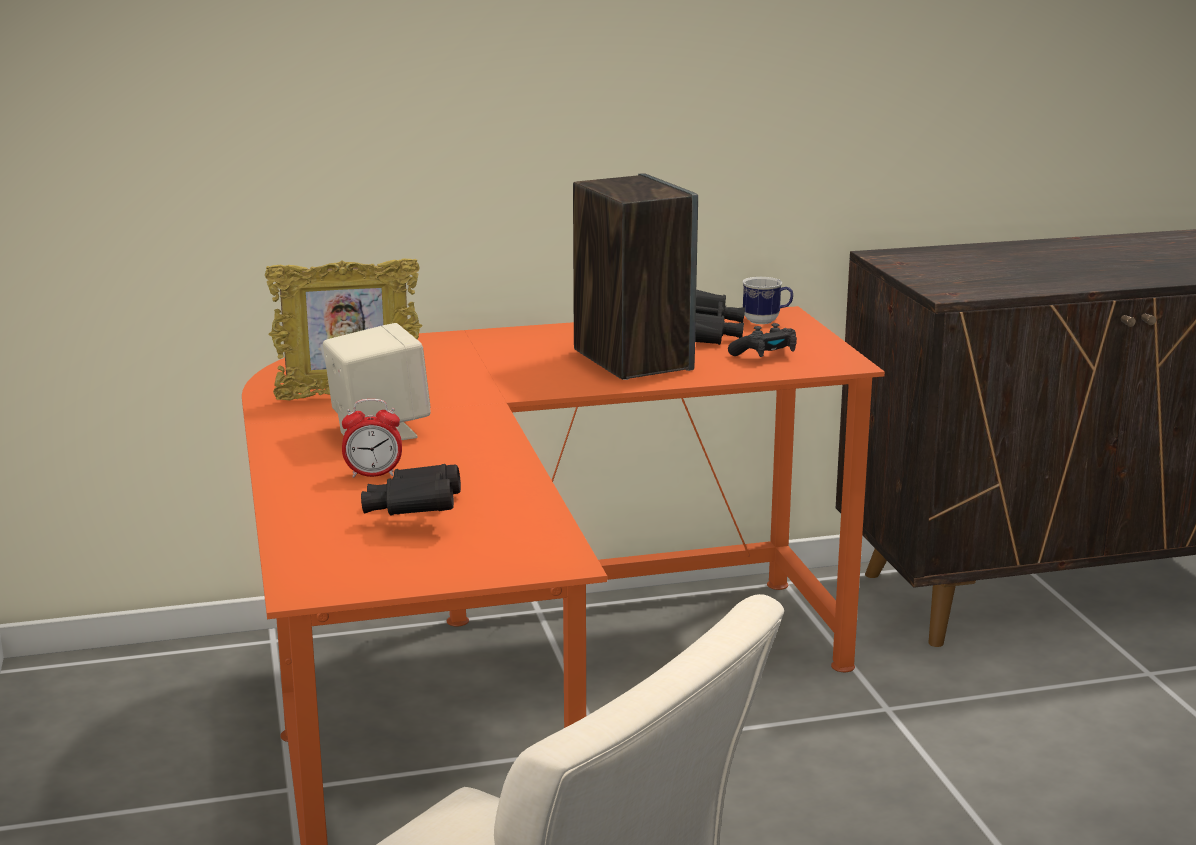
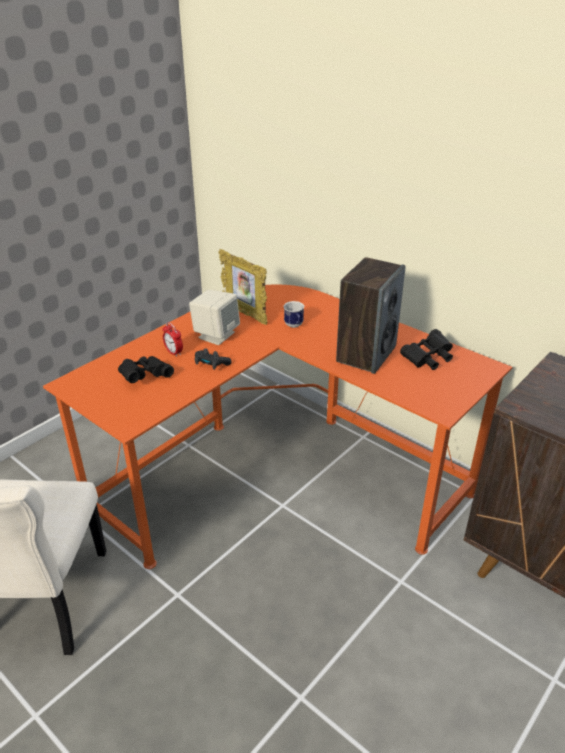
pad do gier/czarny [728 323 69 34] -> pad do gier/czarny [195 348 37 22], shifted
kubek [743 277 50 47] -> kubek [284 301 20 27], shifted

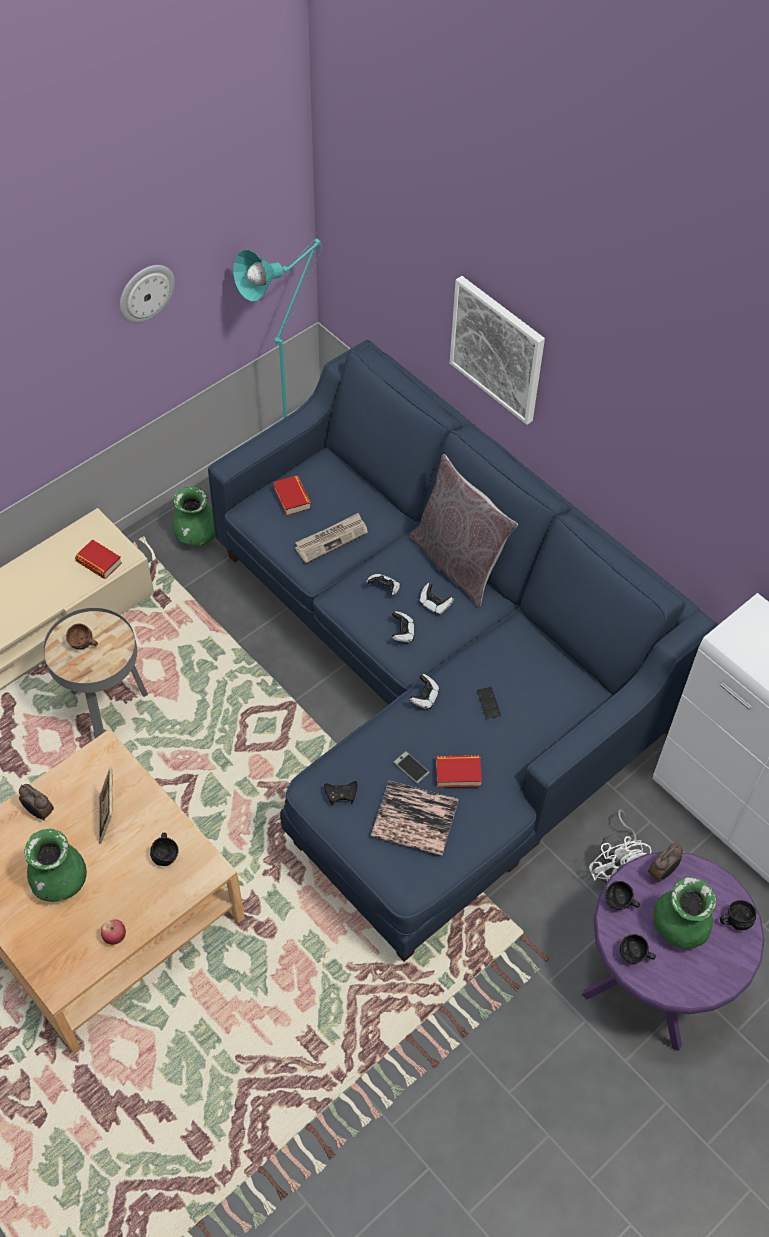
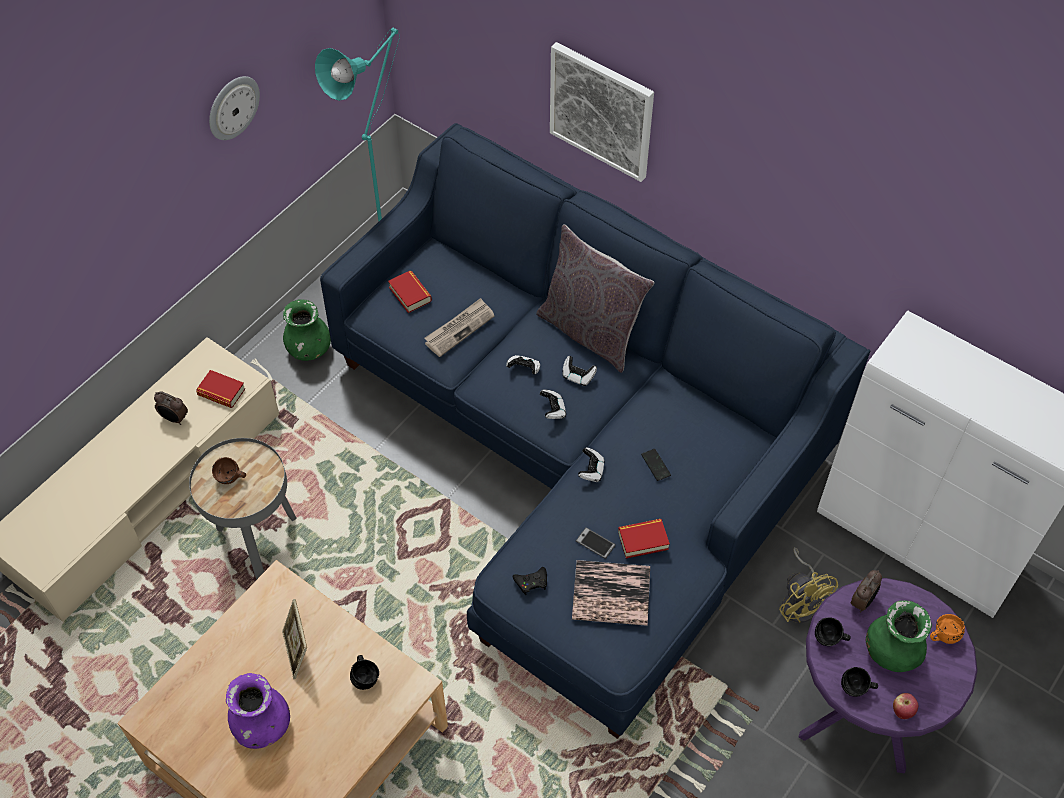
budzik [19 784 35 37] -> budzik [154 391 34 34], shifted
jabłko [101 919 25 26] -> jabłko [893 693 25 26], shifted
wazon/zielony [24 829 63 73] -> wazon/fioletowy [226 673 64 76]
wentylator/biały [589 809 63 74] -> wentylator/żółty [779 547 59 76]
kubek/czarny [720 900 36 30] -> kubek/pomarańczowy [930 614 35 30]

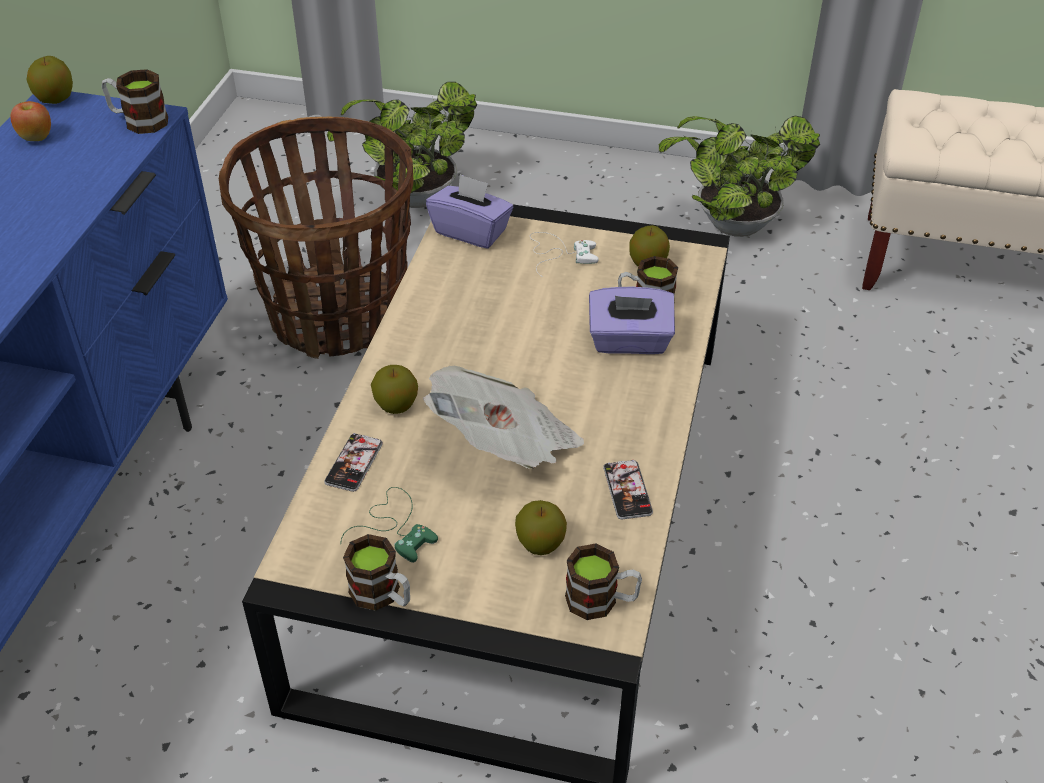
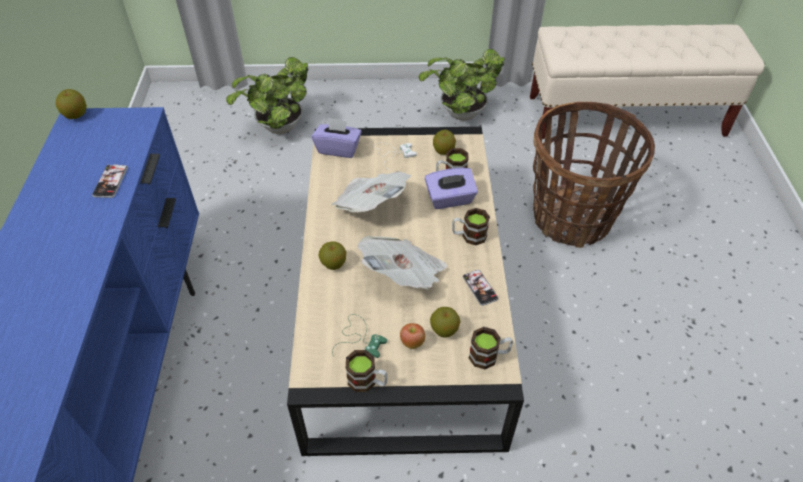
none -> gazeta [331 171 80 41]
jabłko [11 101 40 40] -> jabłko [400 323 25 26], shifted
kubek [102 69 66 65] -> kubek [452 208 38 37], shifted
koszyk [219 117 195 242] -> koszyk [533 102 122 146], shifted
telefon [324 433 59 59] -> telefon [92 164 36 34], shifted

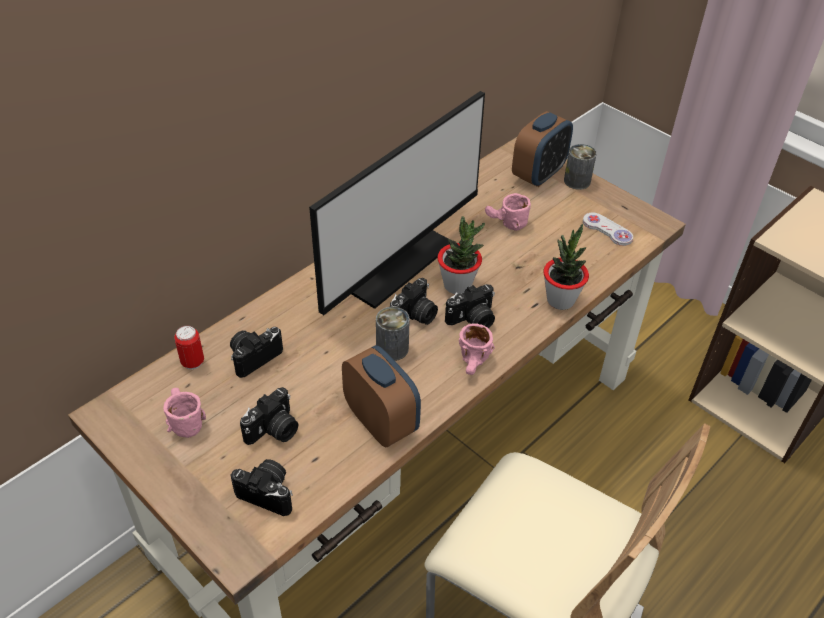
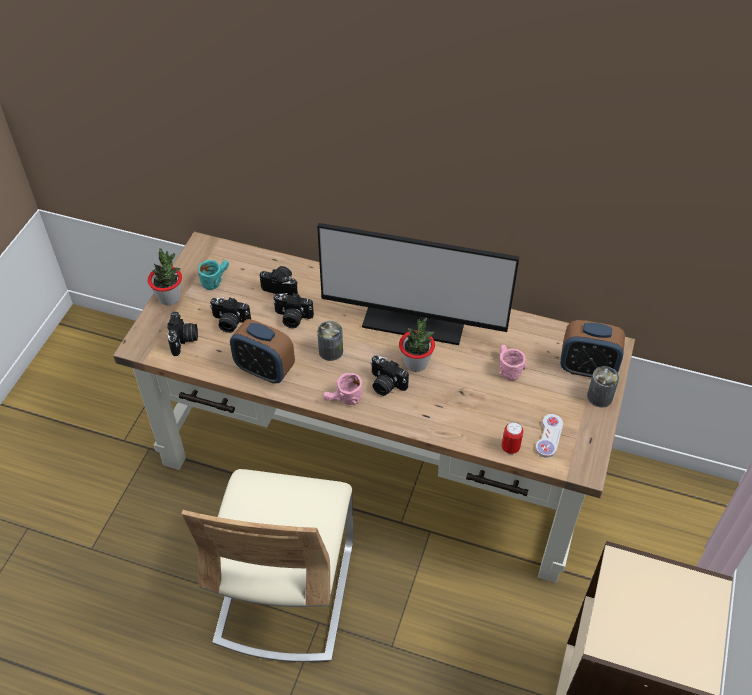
puszka [174 325 30 45] -> puszka [502 422 21 32], shifted
aparat fotograficzny [390 278 48 47] -> aparat fotograficzny [273 293 41 35], shifted
roślina doniczkowa [543 224 46 86] -> roślina doniczkowa [148 248 34 58], shifted
kubek/różowy [163 388 43 50] -> kubek/turkusowy [198 260 31 30]
budzik [342 345 79 102] -> budzik [230 319 65 64], 90 degrees clockwise

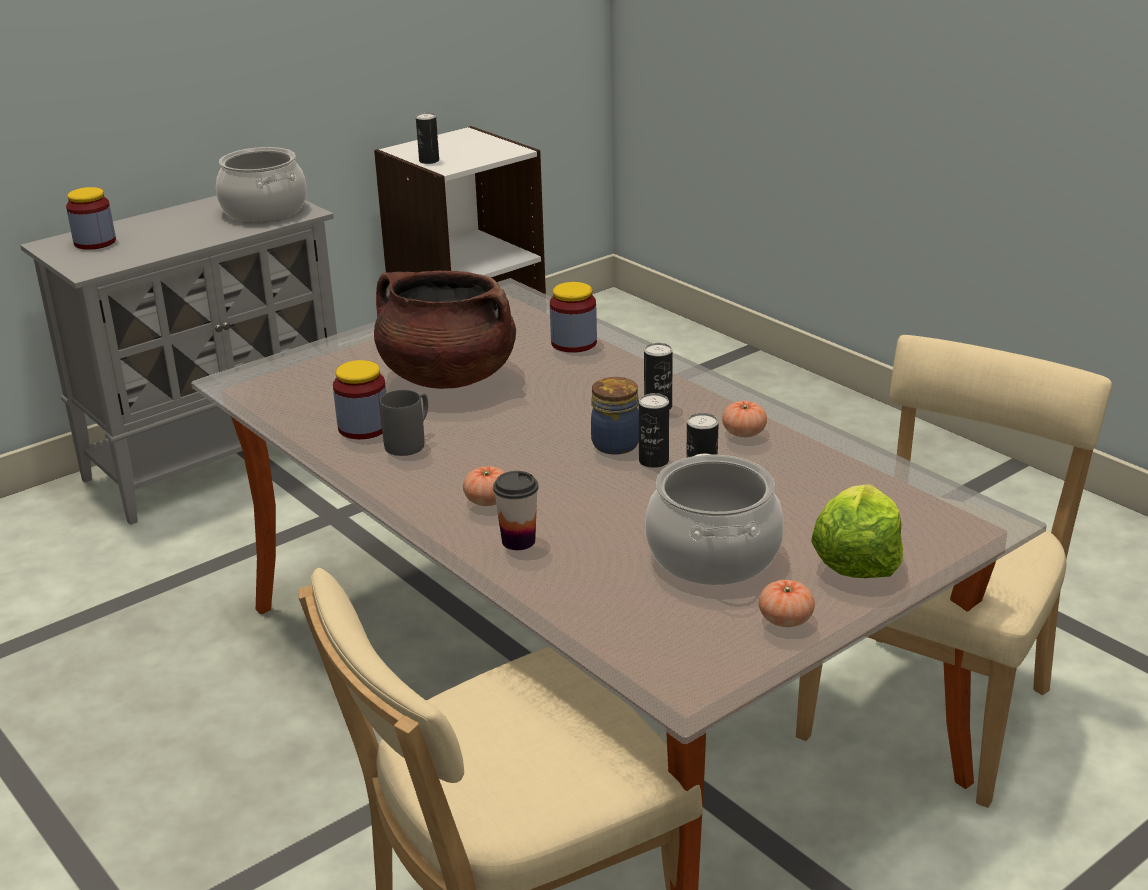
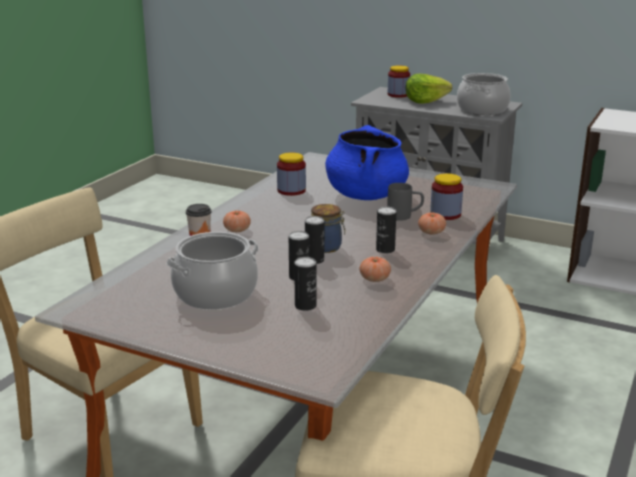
kubek/szary [380 390 48 66] -> kubek/szary [387 183 37 38], shifted
puszka [416 113 23 51] -> puszka [294 257 22 54], shifted
pomidor [759 580 56 47] -> pomidor [418 213 28 22], shifted
sałata [811 484 92 94] -> sałata [406 74 46 30], shifted
garnek/brązowy [374 271 142 118] -> garnek/niebieski [325 125 84 75]

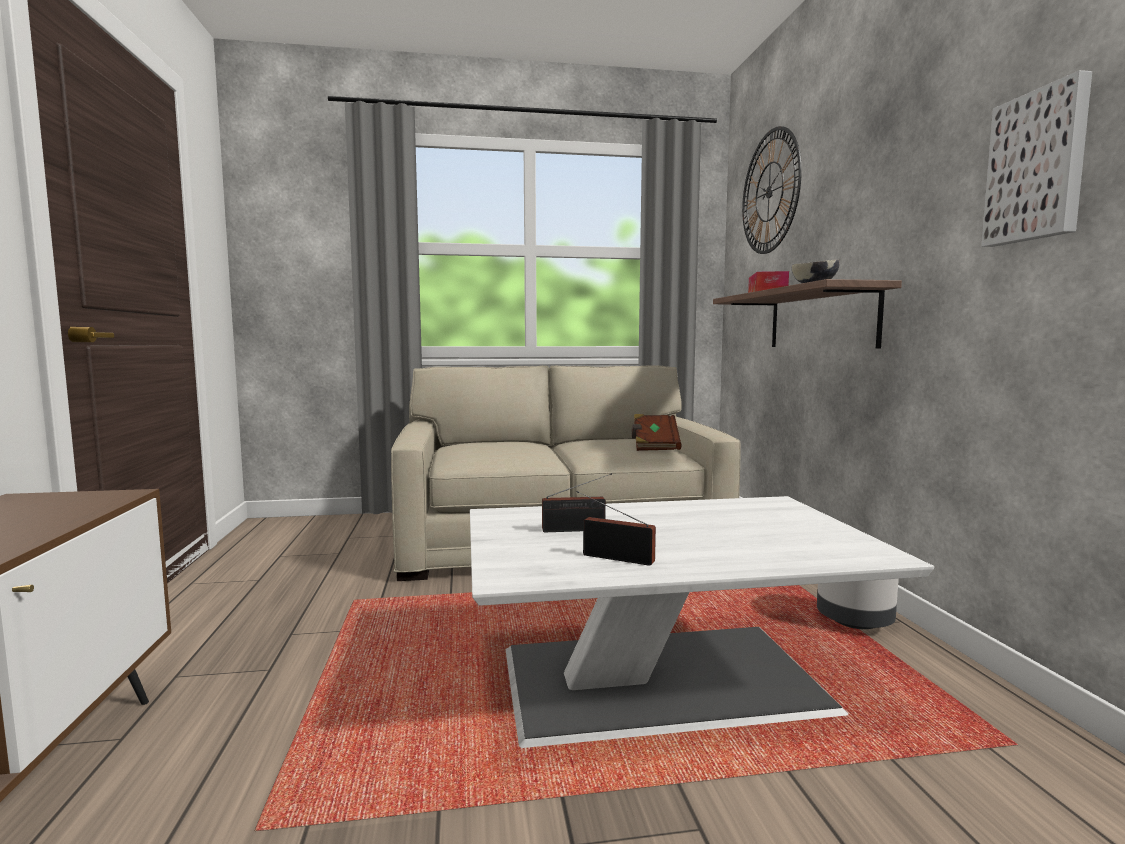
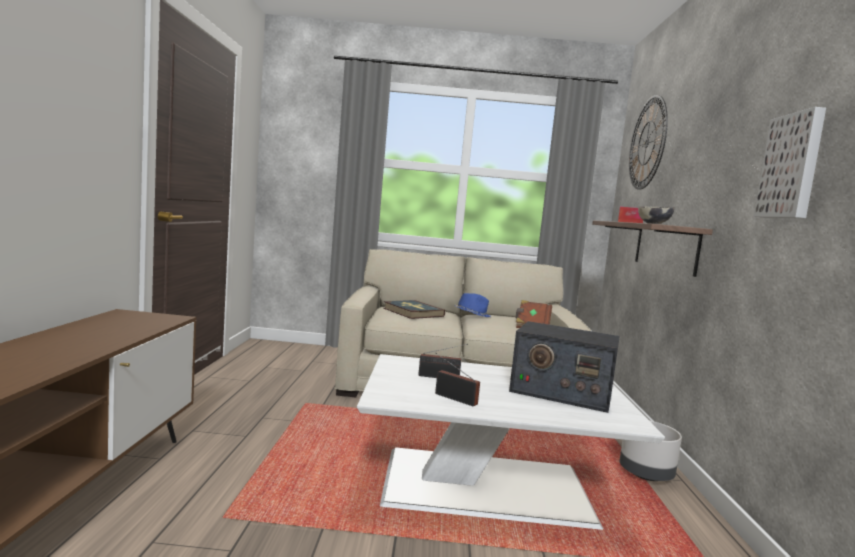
none -> książka [383 300 62 19]
none -> kapelusz/niebieski [455 293 36 24]
none -> radio [509 321 111 92]

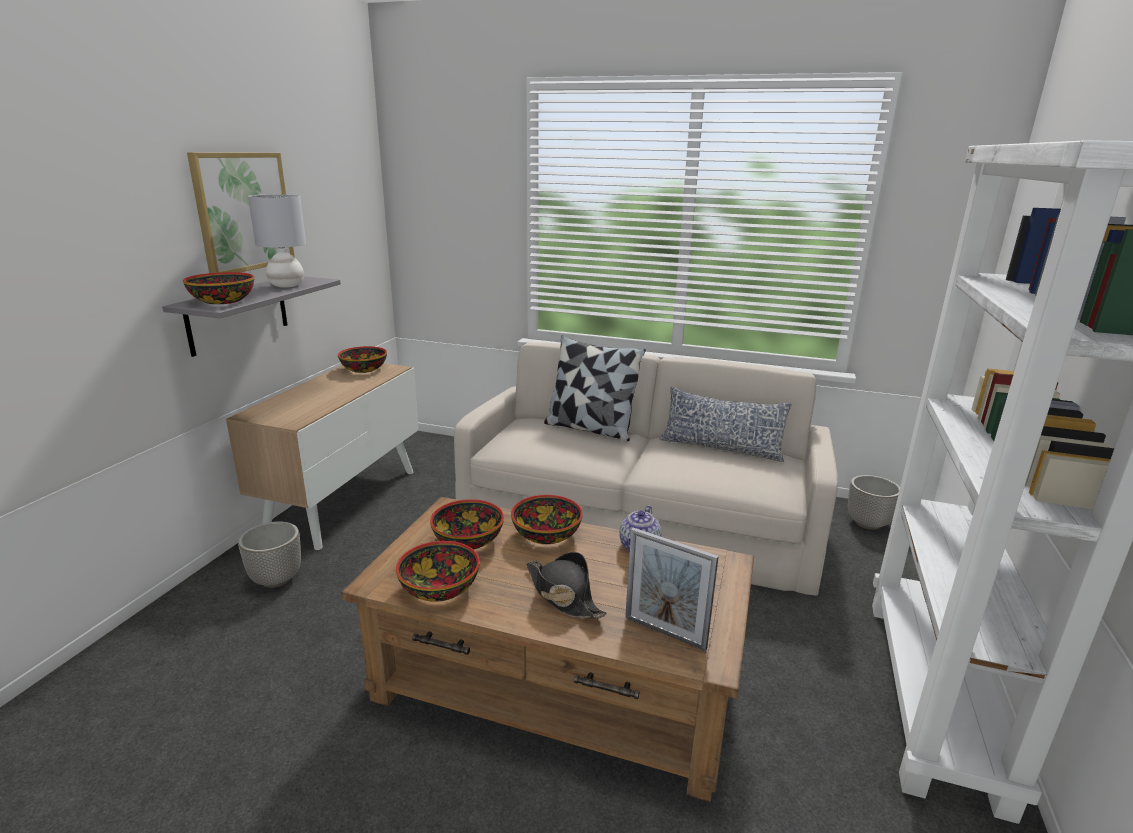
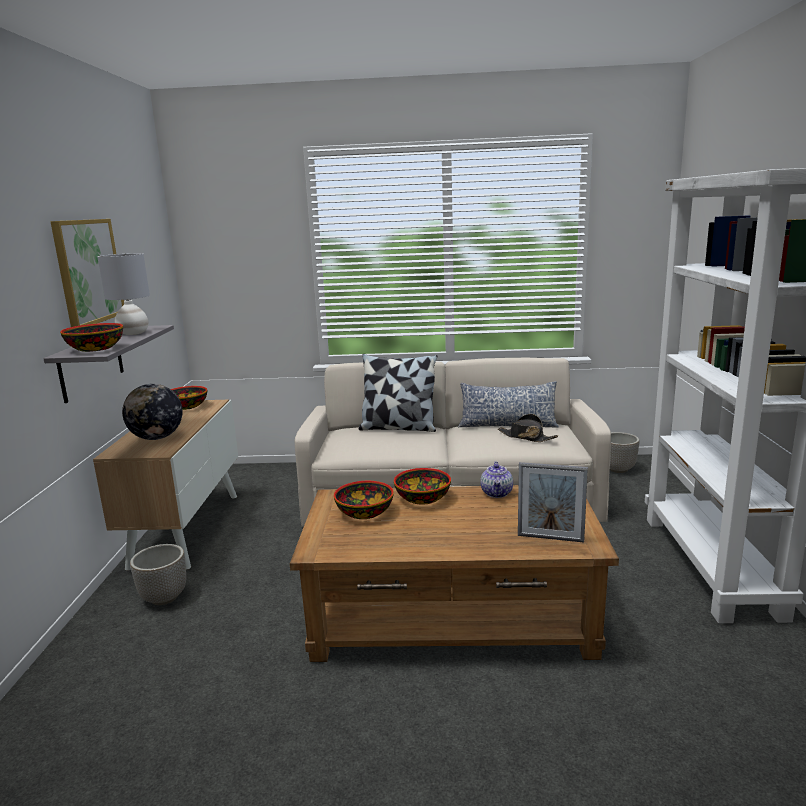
miska [396 541 84 61] -> none
none -> globus [122 384 61 56]
kapelusz/czarny [526 552 81 66] -> kapelusz/czarny [498 414 60 28], shifted

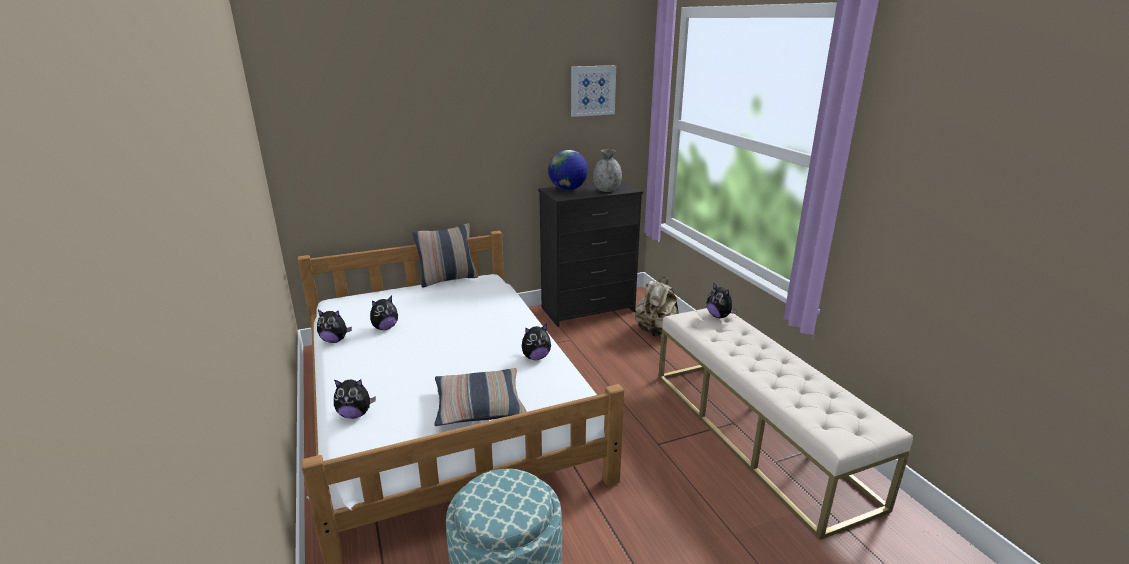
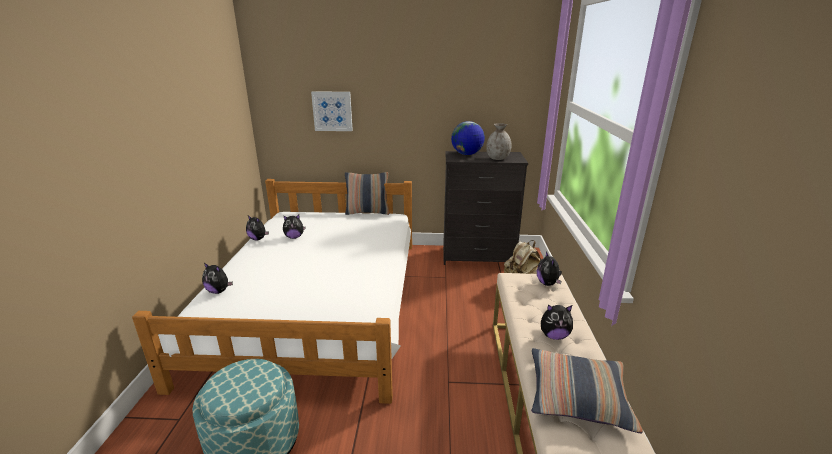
poduszka [434 368 93 58] -> poduszka [531 348 112 85], shifted
pluszak [522 324 29 36] -> pluszak [541 305 32 35], shifted
obraz [571 65 45 52] -> obraz [311 92 42 39], shifted

